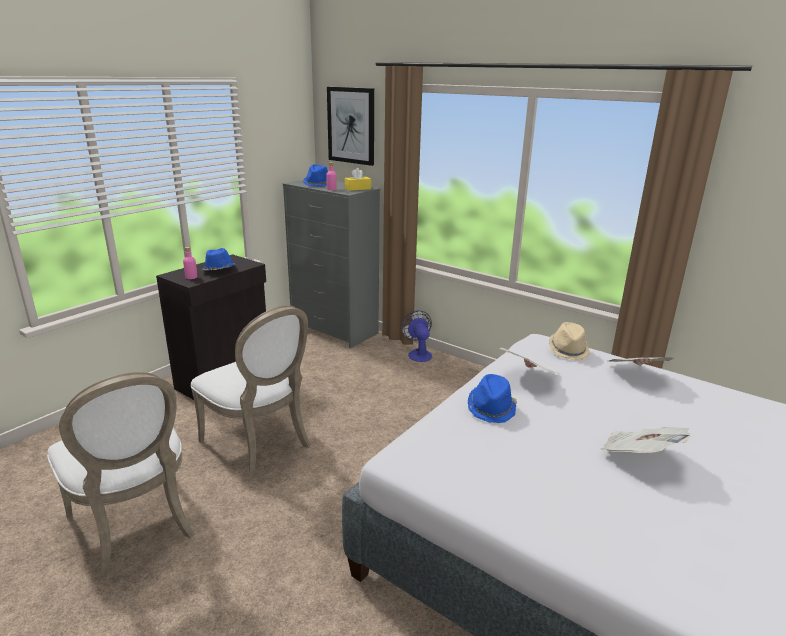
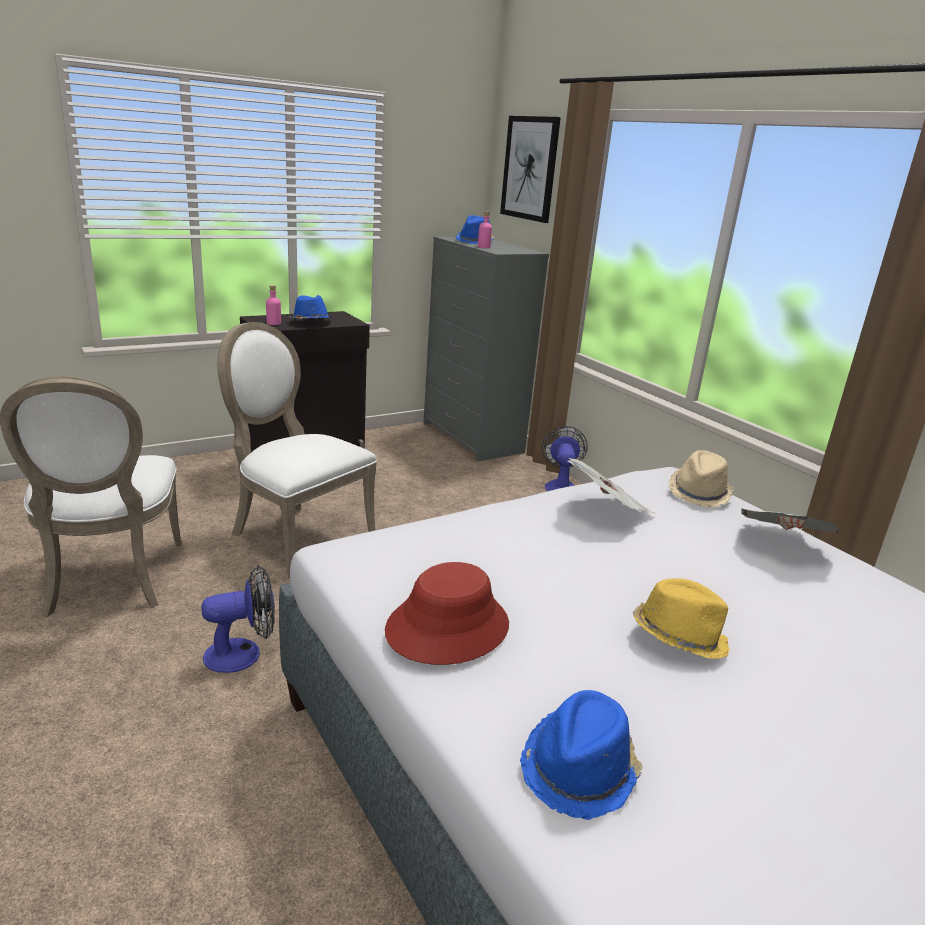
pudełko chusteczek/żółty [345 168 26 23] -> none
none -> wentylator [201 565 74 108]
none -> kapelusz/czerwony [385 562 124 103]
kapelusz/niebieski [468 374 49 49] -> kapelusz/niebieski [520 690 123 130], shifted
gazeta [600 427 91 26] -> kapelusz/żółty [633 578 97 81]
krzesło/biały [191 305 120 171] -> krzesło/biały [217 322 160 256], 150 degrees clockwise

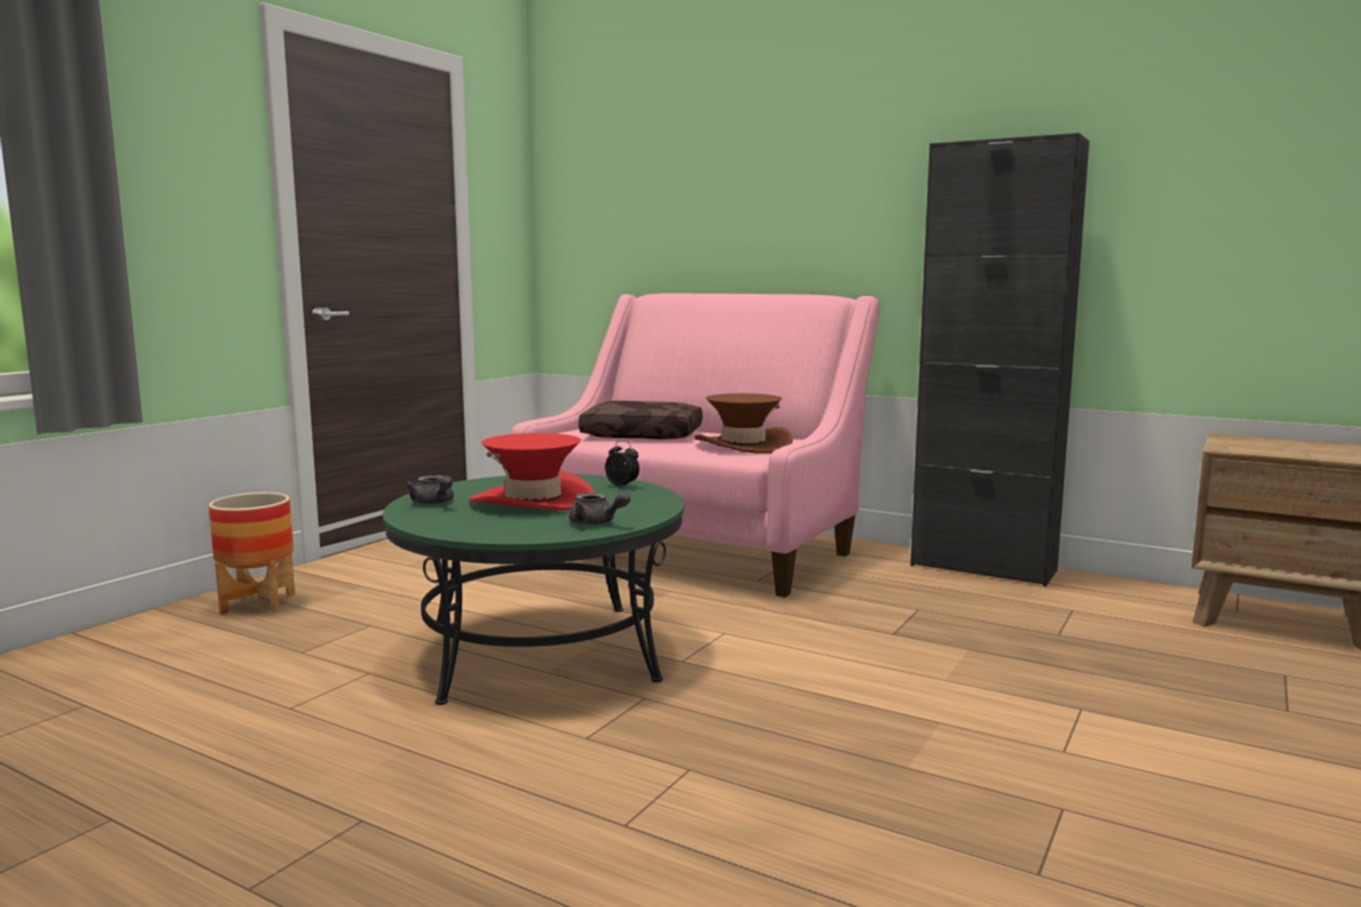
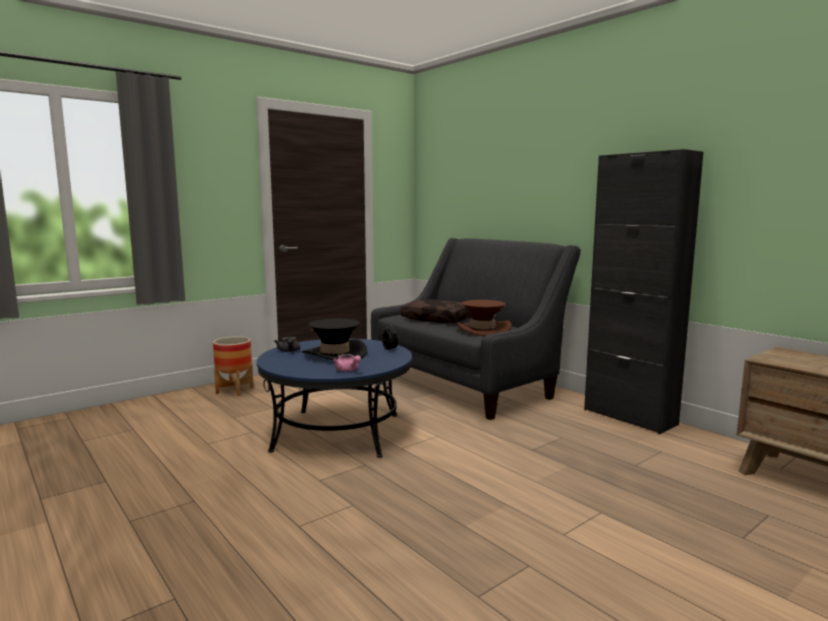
ława/zielony [383 474 301 231] -> ława/niebieski [257 338 155 120]
kapelusz/czerwony [469 433 126 78] -> kapelusz/czarny [302 319 65 41]
kanapa/różowy [511 293 369 304] -> kanapa/szary [371 238 210 182]
imbryk/szary [569 492 62 34] -> imbryk/różowy [333 354 28 17]

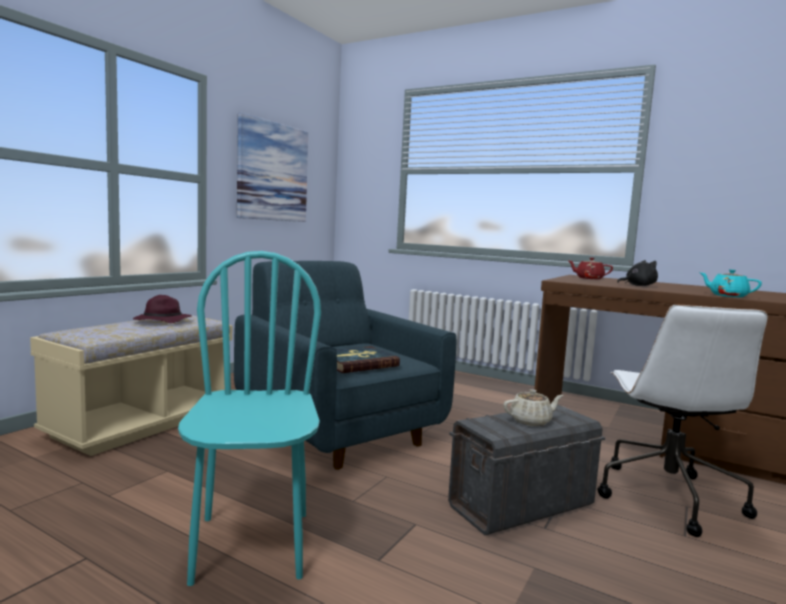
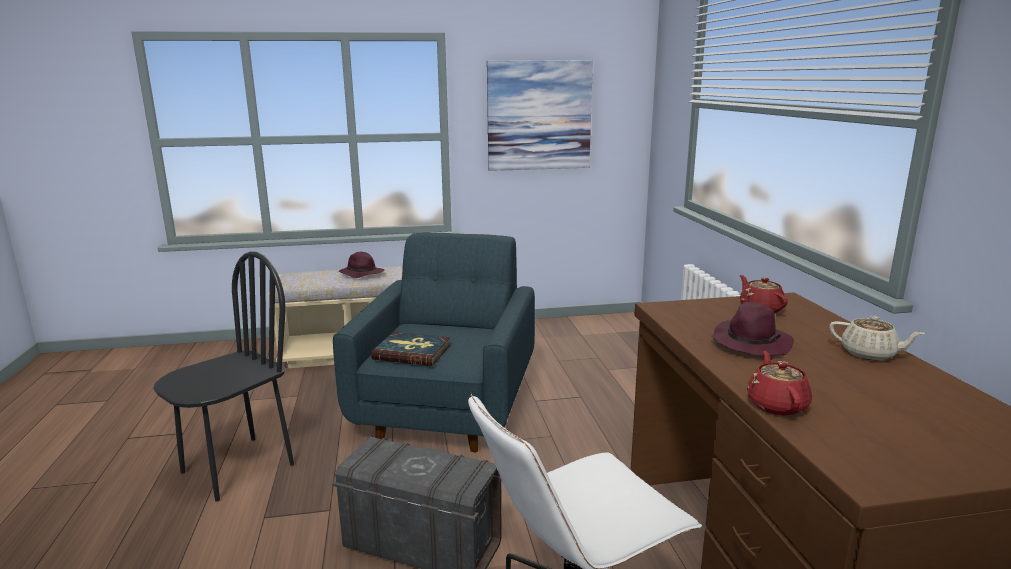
imbryk/beżowy [503 389 60 37] -> imbryk/beżowy [829 316 96 45], shifted
pluszak/czarny [617 260 41 26] -> kapelusz/fioletowy [711 302 83 54]
krzesło/turkusowy [178 251 143 335] -> krzesło/czarny [153 251 141 251]
imbryk/turkusowy [699 269 63 28] -> imbryk/czerwony [747 351 65 65]

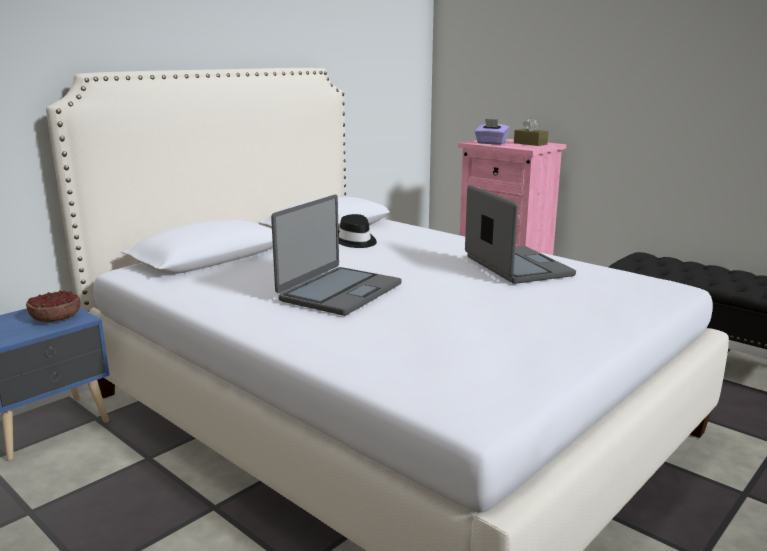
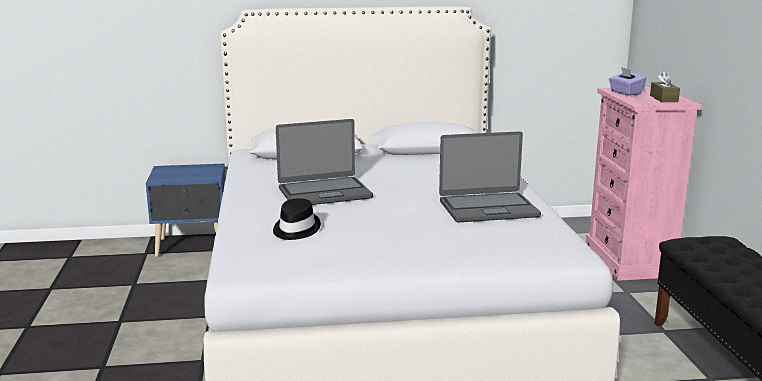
miska [26 290 54 32] -> none
kapelusz/czarny [339 214 38 34] -> kapelusz/czarny [273 198 48 42], shifted
laptop [465 185 111 99] -> laptop [439 131 102 91], 60 degrees clockwise

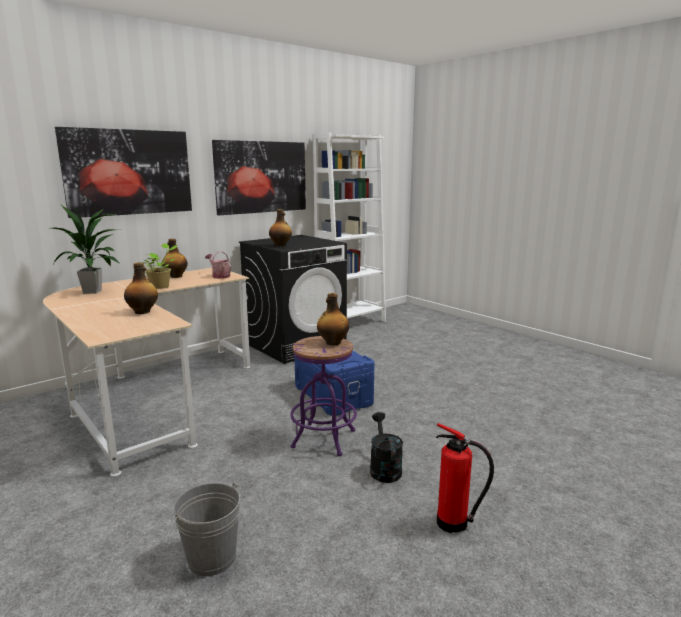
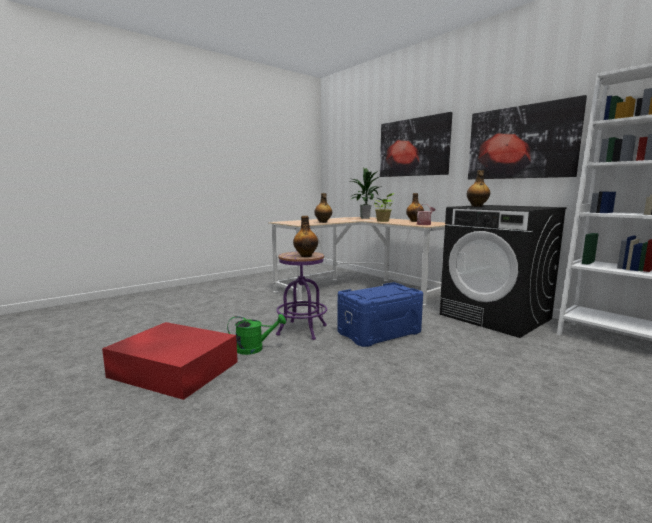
wiadro/szary [173 483 67 93] -> none
gaśnica [436 423 58 110] -> pojemnik do przechowywania/czerwony [102 322 136 78]
konewka/czarny [370 412 33 71] -> konewka/zielony [227 314 59 41]

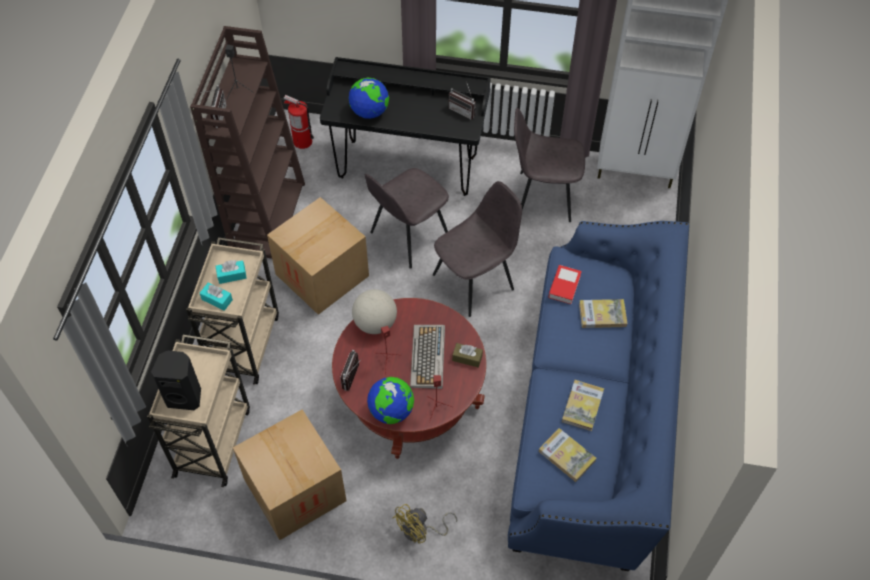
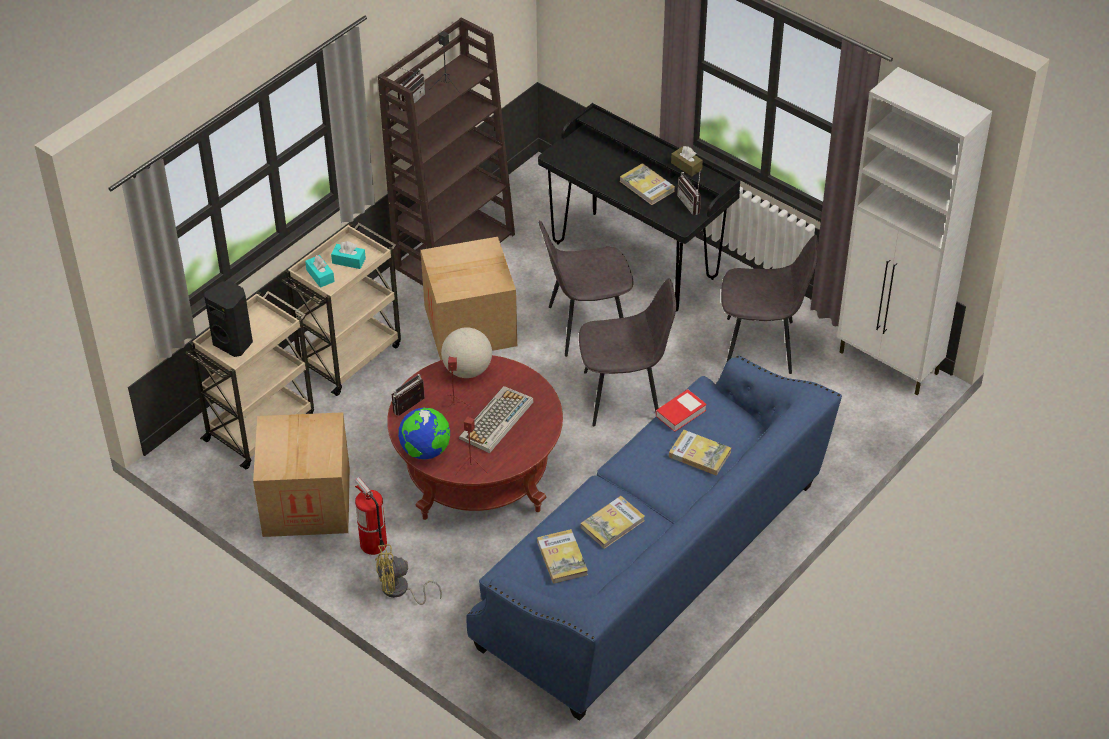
globus [349 78 40 41] -> none
none -> książka [620 163 55 42]
gaśnica [284 95 30 54] -> gaśnica [355 477 32 78], shifted
pudełko chusteczek/brązowy [452 343 31 25] -> pudełko chusteczek/brązowy [671 146 32 30], shifted
krzesło/szary [514 107 71 115] -> krzesło/szary [721 235 97 139], 150 degrees clockwise

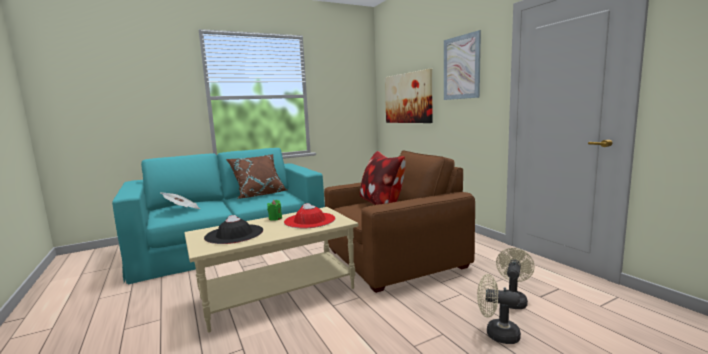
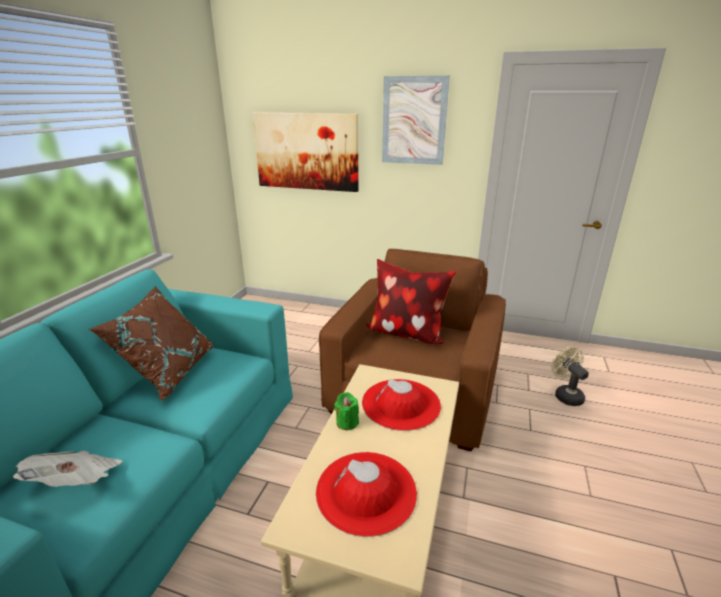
wentylator/beżowy [477 274 44 70] -> none
kapelusz/czarny [204 215 59 29] -> kapelusz/czerwony [316 452 101 85]

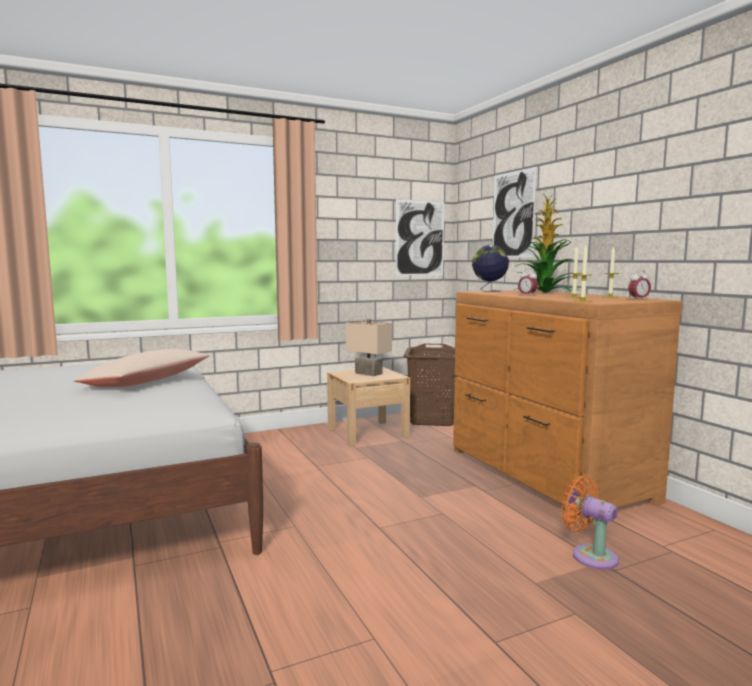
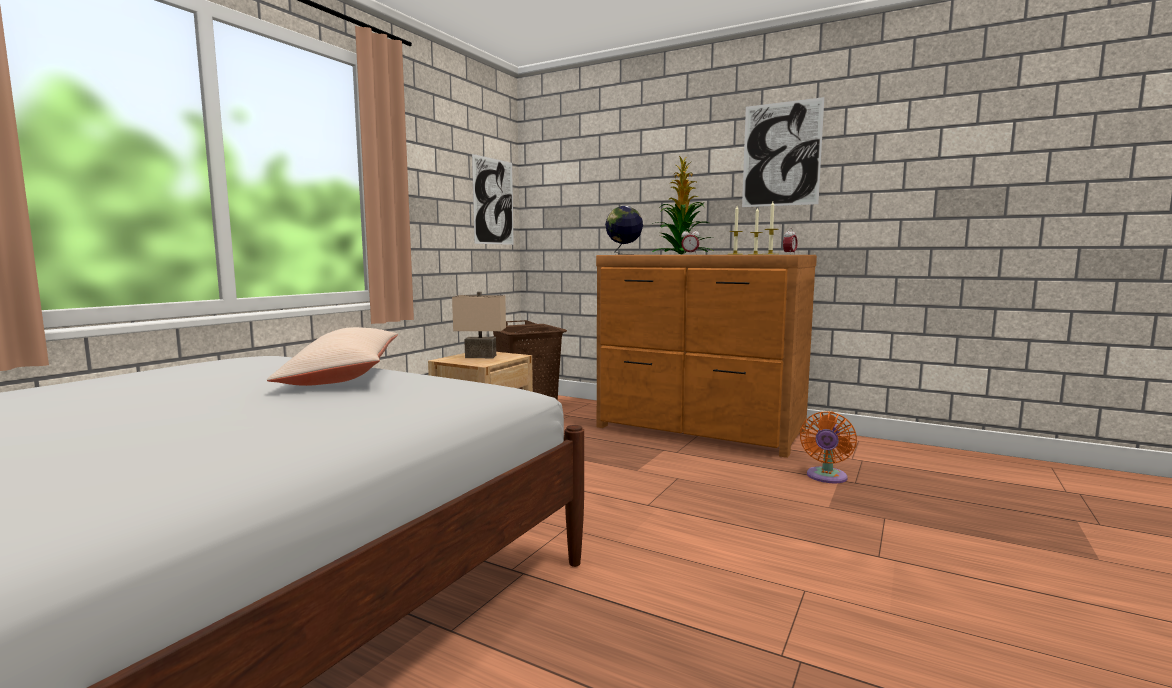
obraz [493 167 44 90] -> obraz [742 97 82 110], shifted
wentylator/pomarańczowy [561 476 58 94] -> wentylator/pomarańczowy [800 411 57 72], 75 degrees counterclockwise

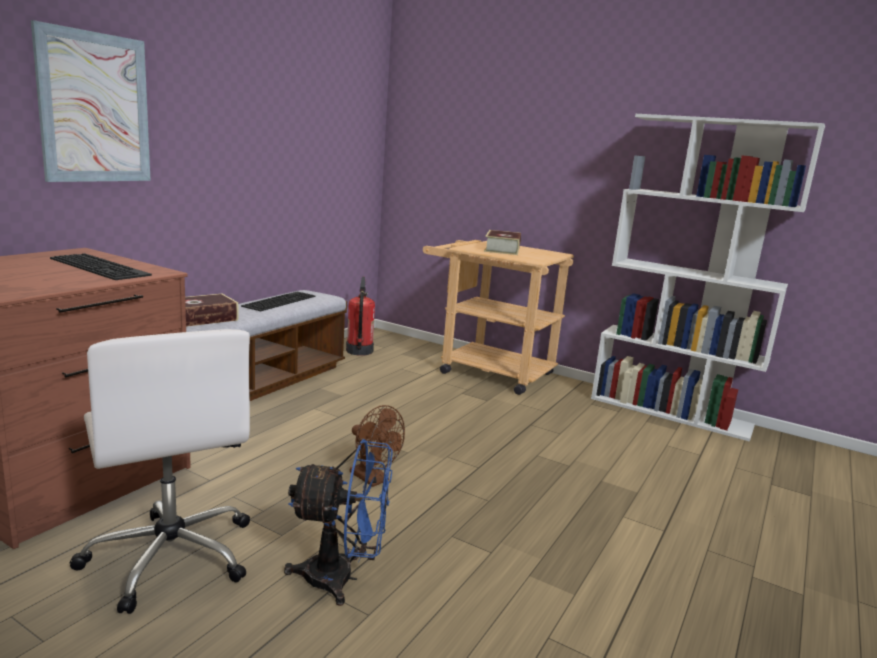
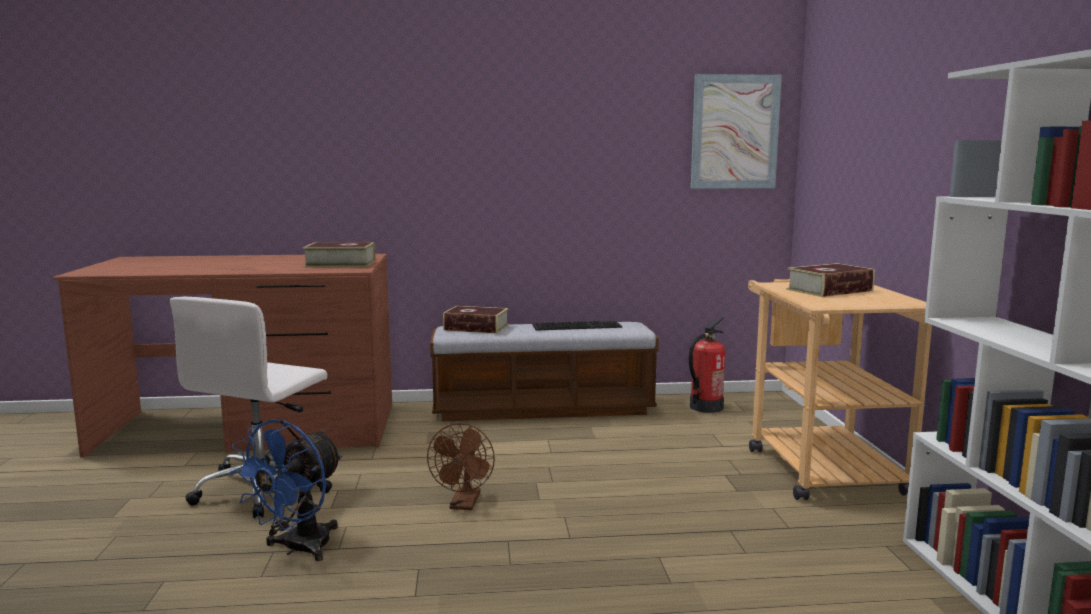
obraz [31 20 120 162] -> obraz [691 74 91 115], shifted
klawiatura [50 253 102 27] -> książka [303 242 72 25]
wentylator/niebieski [284 439 109 167] -> wentylator/niebieski [229 419 114 142], 60 degrees clockwise

